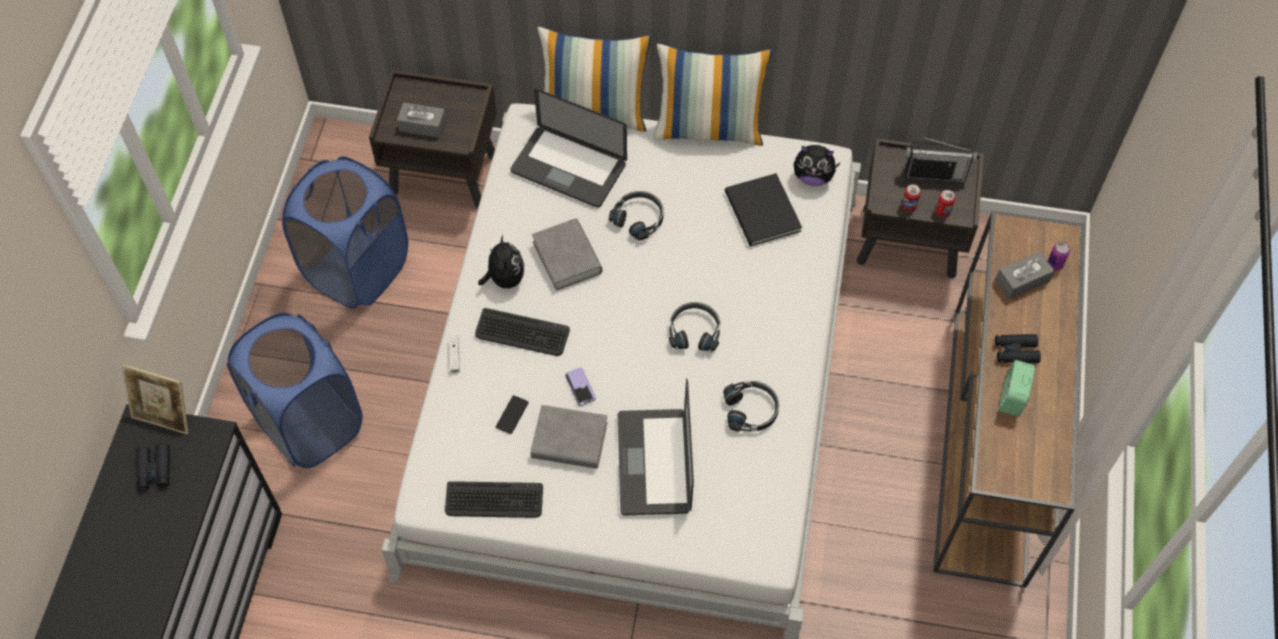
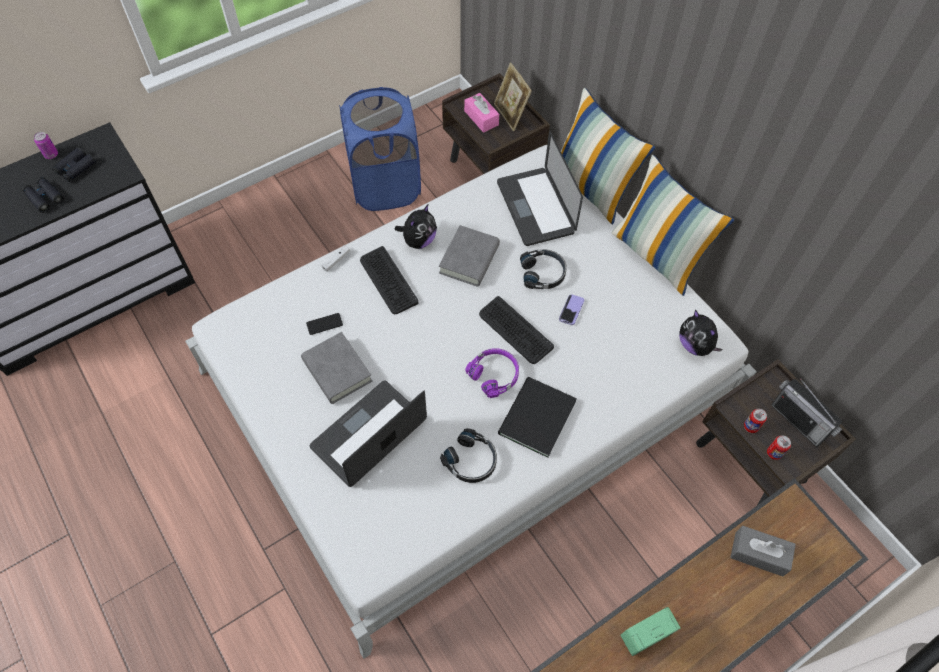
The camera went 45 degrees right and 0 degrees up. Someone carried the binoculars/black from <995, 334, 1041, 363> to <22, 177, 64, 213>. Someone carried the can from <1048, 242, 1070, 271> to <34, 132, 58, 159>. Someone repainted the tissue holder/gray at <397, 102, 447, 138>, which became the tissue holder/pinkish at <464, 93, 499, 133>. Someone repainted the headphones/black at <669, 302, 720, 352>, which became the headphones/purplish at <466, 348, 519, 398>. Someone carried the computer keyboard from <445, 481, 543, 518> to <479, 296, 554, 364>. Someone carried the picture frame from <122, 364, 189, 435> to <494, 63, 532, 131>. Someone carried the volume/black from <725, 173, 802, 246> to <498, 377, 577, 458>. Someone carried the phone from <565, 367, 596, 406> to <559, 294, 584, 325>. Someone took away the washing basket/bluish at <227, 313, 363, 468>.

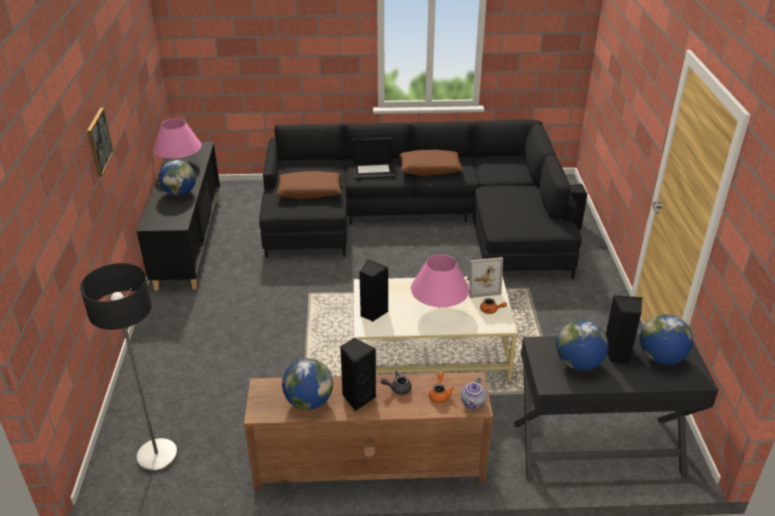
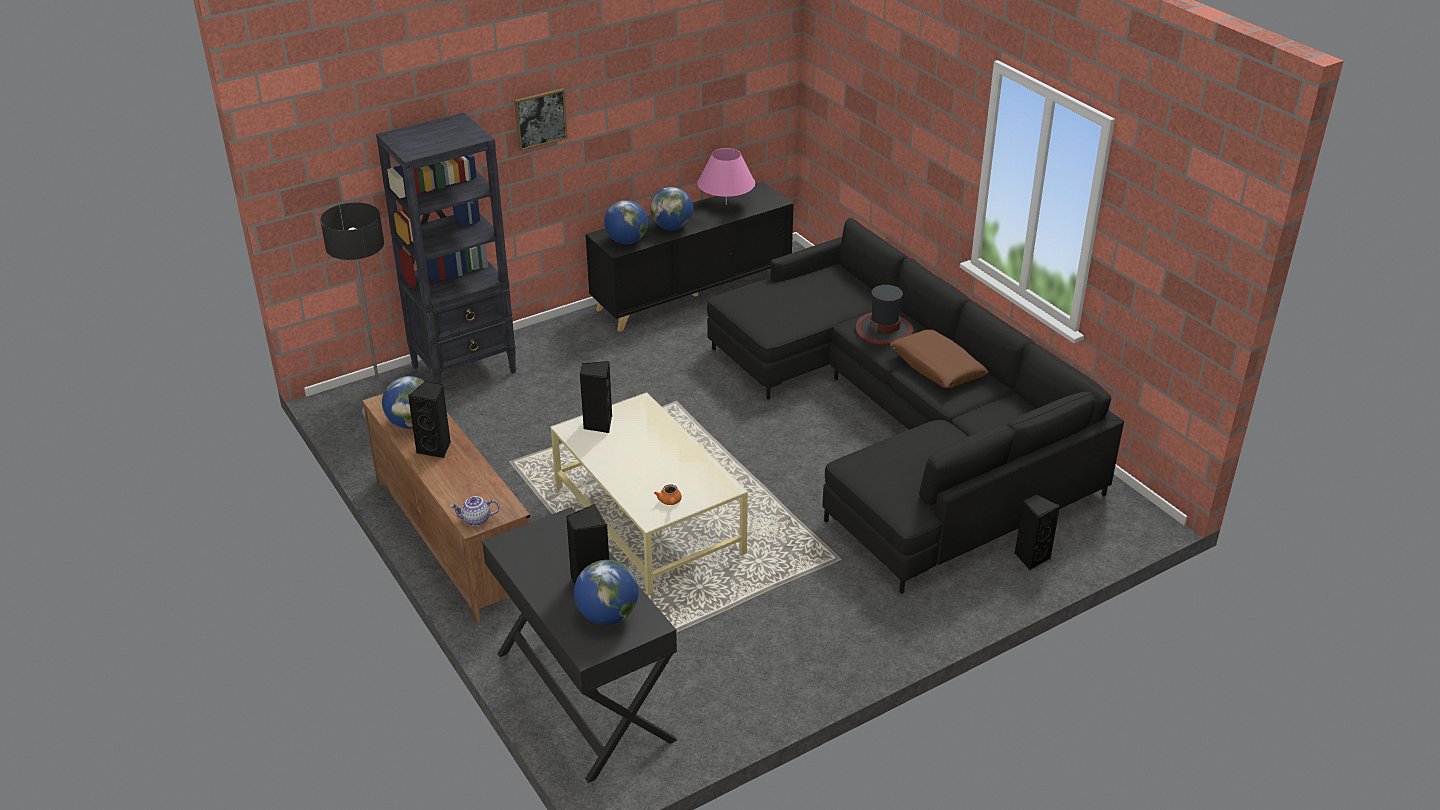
The camera went 60 degrees right and 0 degrees up. Someone put down the bookshelf/black at <376, 113, 516, 384>. Someone carried the world globe from <556, 320, 608, 371> to <604, 200, 648, 244>. Someone swapped the laptop at <352, 138, 395, 179> for the hat at <855, 285, 914, 345>. Someone took away the cushion/brownish at <276, 171, 342, 199>. Someone took away the pot for tea/gray at <381, 371, 412, 395>. Someone took away the table lamp/pinkish at <411, 254, 469, 308>. Someone took away the pot for tea/orange-coloured at <429, 372, 454, 403>. Someone took away the picture frame at <466, 257, 503, 298>.

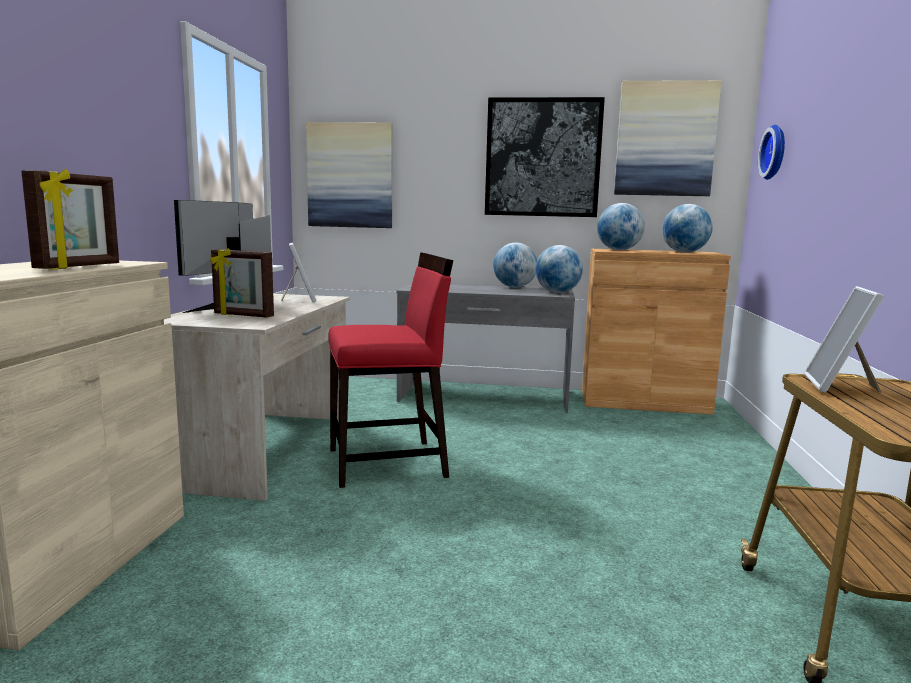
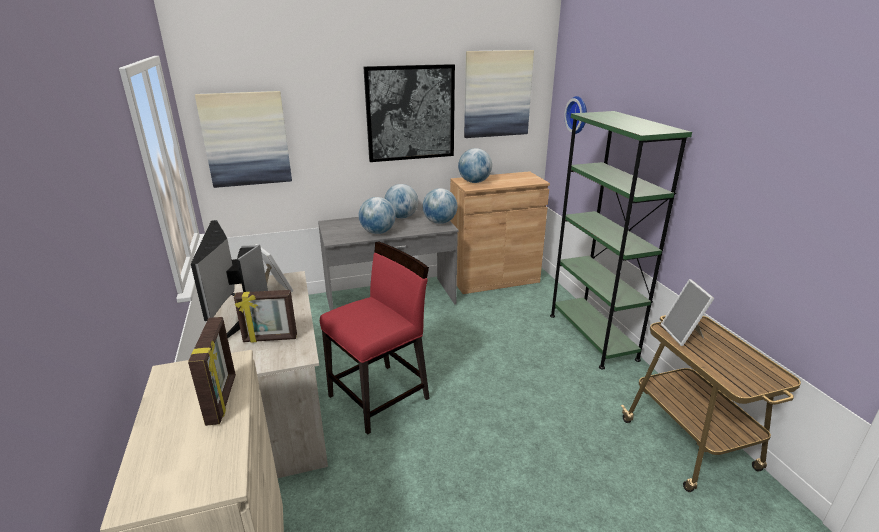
The camera went 25 degrees left and 15 degrees up. Someone carried the world globe from <662, 204, 713, 253> to <359, 197, 396, 234>. Someone put down the bookshelf/greenish at <550, 111, 692, 370>.

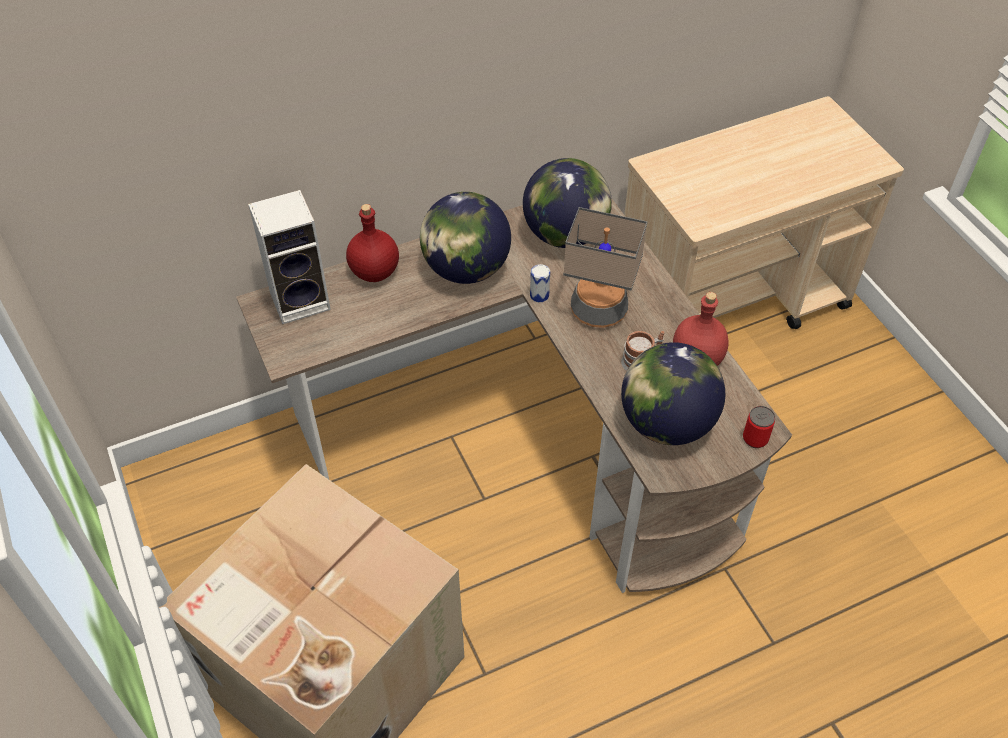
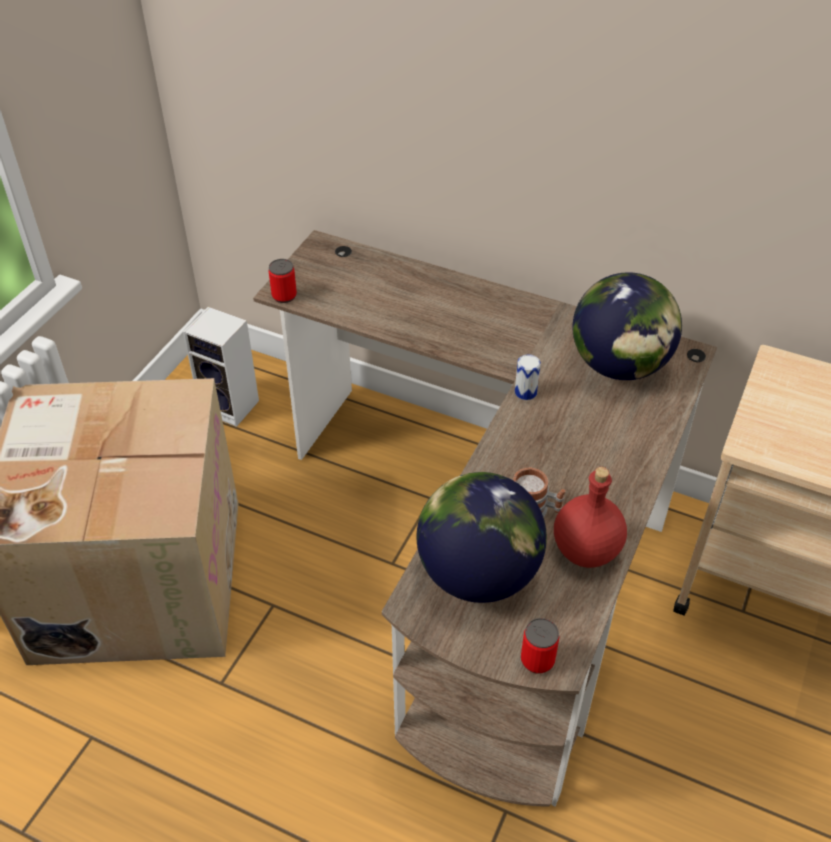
The camera went 50 degrees right and 5 degrees down. Someone carried the loudspeaker from <248, 190, 331, 325> to <183, 307, 259, 427>. Someone put down the can at <269, 259, 297, 303>. Someone took away the bottle/red-coloured at <346, 204, 399, 282>. Someone took away the world globe at <420, 192, 511, 284>. Someone took away the table lamp at <563, 207, 648, 328>.

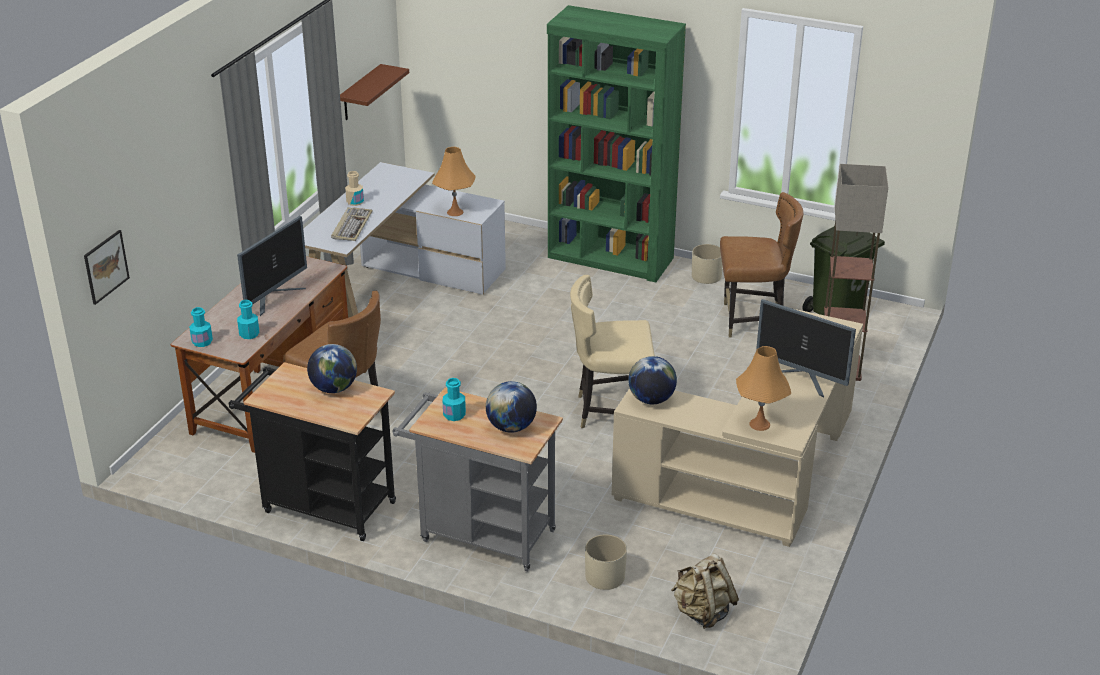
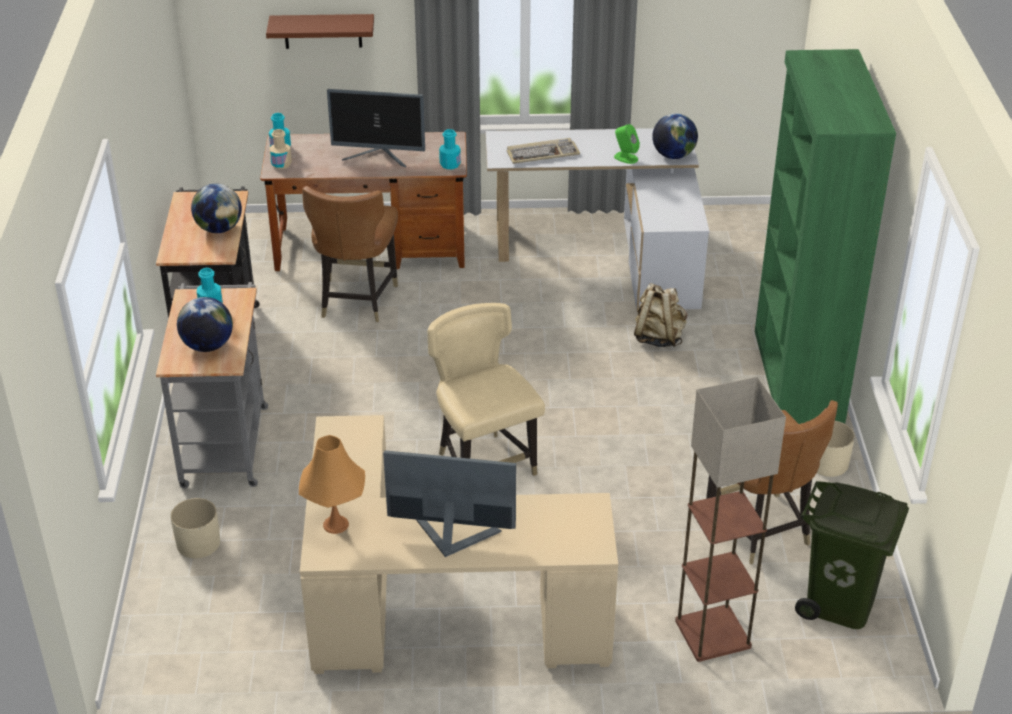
The camera went 65 degrees right and 5 degrees up. Someone carried the shelf/brownish from <340, 64, 409, 120> to <266, 14, 374, 49>. Someone carried the bottle/beige from <345, 171, 364, 206> to <269, 129, 292, 169>. Someone rotated the computer screen at <756, 299, 856, 397> by 90 degrees clockwise. Someone carried the bottle/turquoise-coloured from <237, 300, 259, 339> to <439, 129, 461, 169>. Someone put down the loudspeaker/greenish at <614, 124, 640, 164>. Someone carried the rucksack/beige from <671, 553, 739, 629> to <634, 283, 687, 347>. Someone carried the world globe from <628, 356, 677, 404> to <652, 113, 698, 159>. Someone took away the wall art at <84, 230, 130, 305>. Someone took away the table lamp/orange-coloured at <432, 147, 476, 216>.

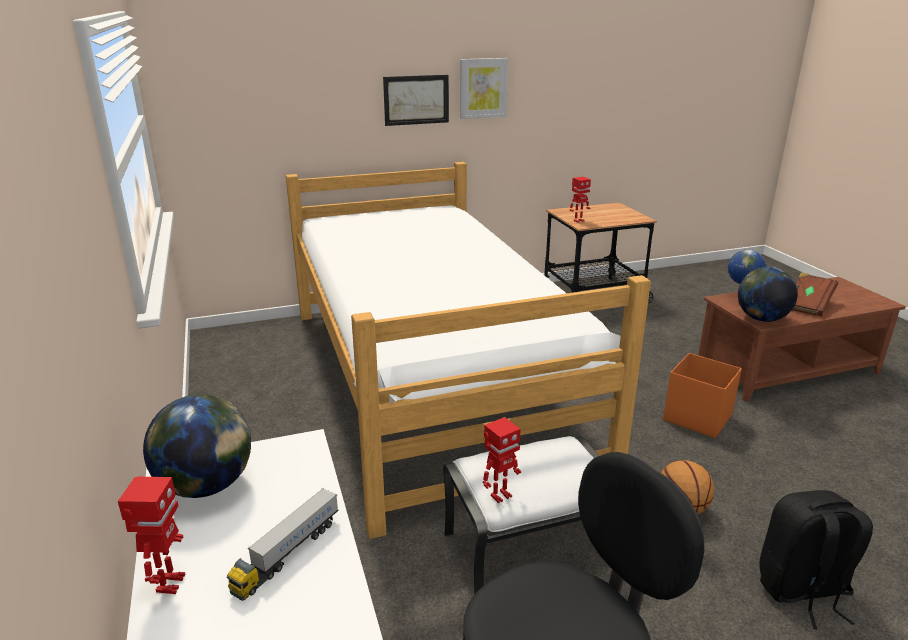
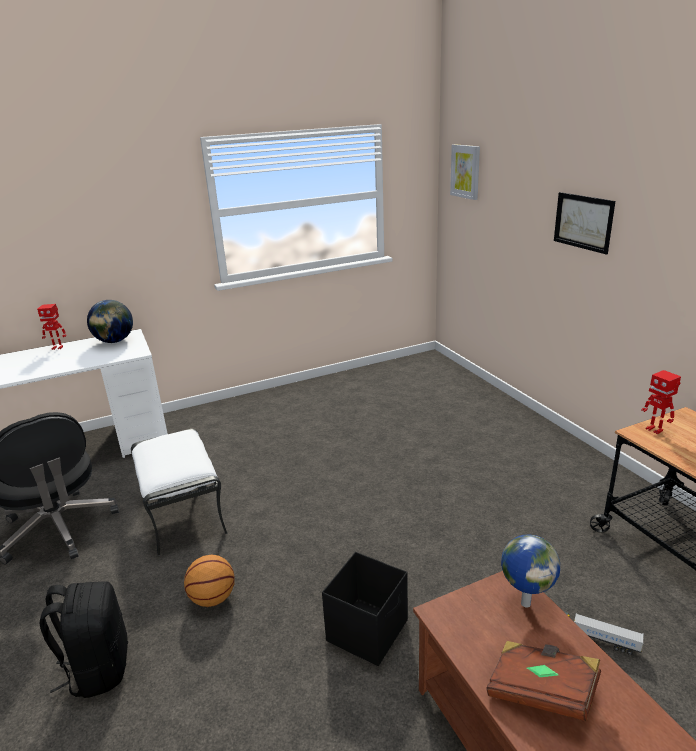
The camera went 85 degrees right and 0 degrees up. Someone repainted the storage bin/orange-coloured at <663, 353, 742, 438>, which became the storage bin/black at <322, 552, 408, 666>. Someone carried the wall art from <460, 58, 508, 119> to <450, 144, 480, 200>. Someone carried the toy lorry from <227, 488, 338, 601> to <564, 612, 644, 655>. Someone took away the bedroom bed at <286, 162, 651, 539>. Someone took away the model robot at <483, 417, 521, 504>. Someone took away the world globe at <738, 267, 798, 322>.

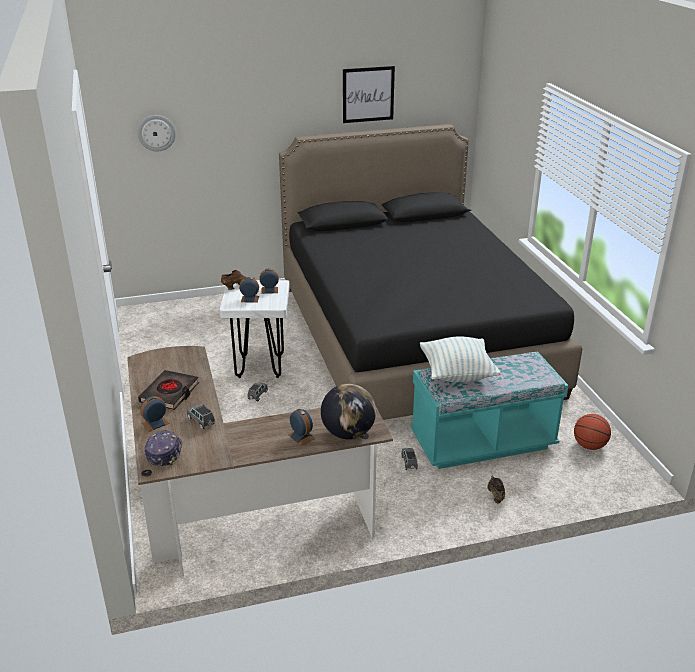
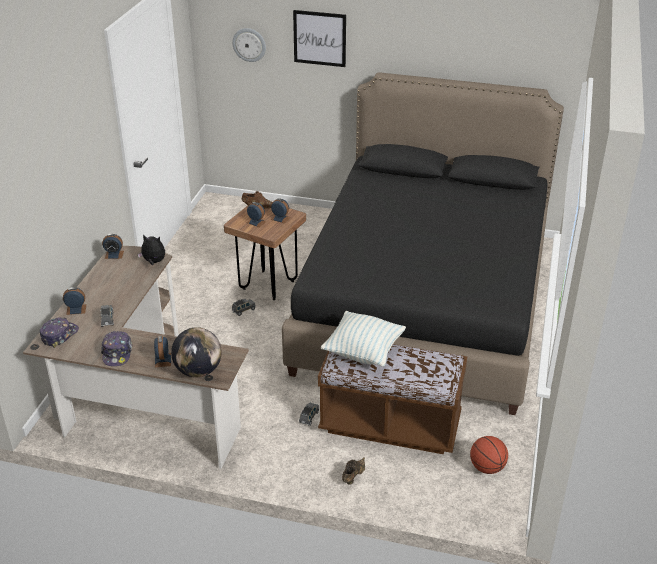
The camera went 30 degrees right and 5 degrees up. Someone put down the cap at <101, 331, 132, 366>. Someone put down the bedside clock at <102, 234, 124, 259>. Someone put down the cuddly toy at <137, 234, 165, 265>. Someone repainted the stool/white-coloured at <219, 280, 290, 378>, which became the stool/brownish at <224, 205, 306, 300>. Someone carried the wall art from <343, 66, 395, 123> to <293, 10, 346, 67>. Someone repainted the long seat/turquoise-coloured at <411, 351, 569, 469>, which became the long seat/brownish at <318, 344, 467, 454>. Someone took away the volume/black at <138, 370, 199, 410>.

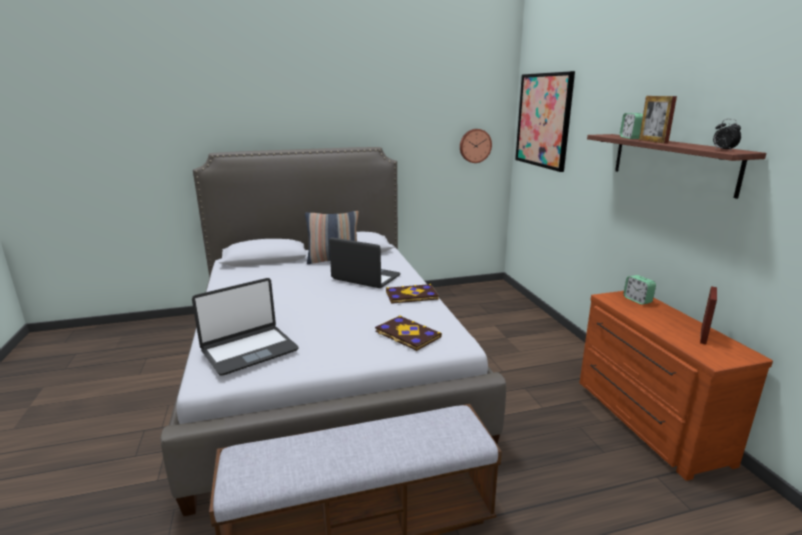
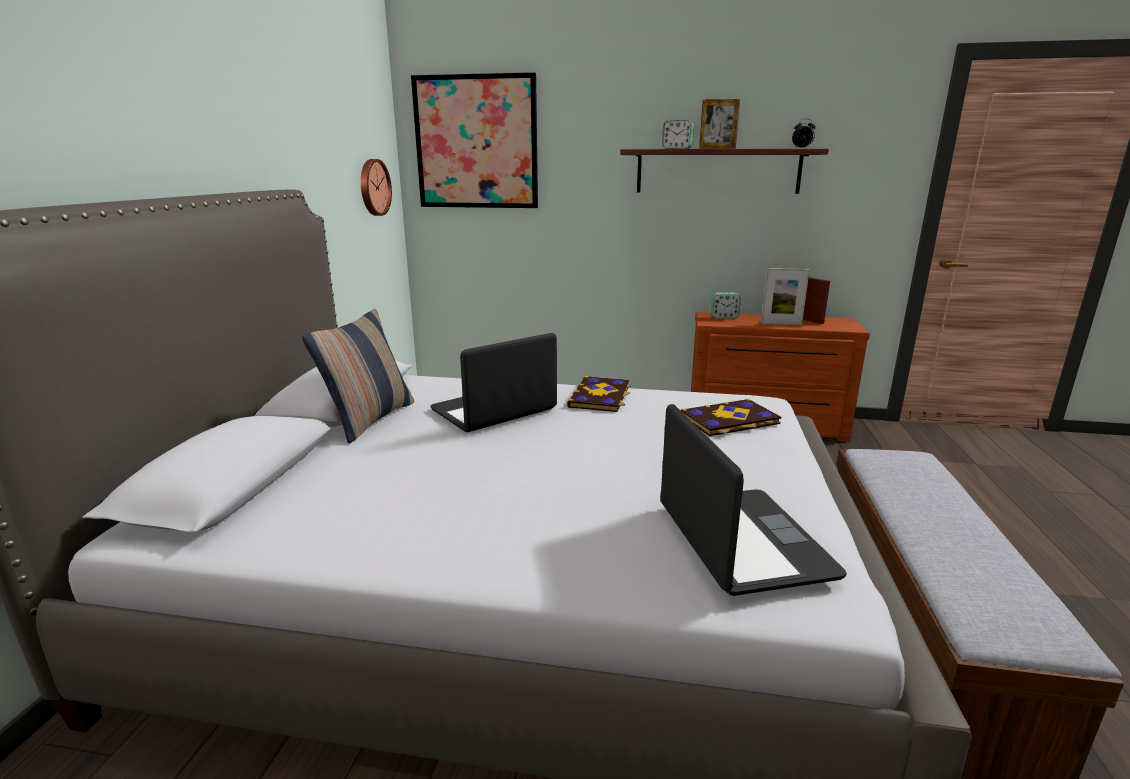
The camera went 65 degrees left and 0 degrees up. Someone put down the picture frame at <761, 268, 810, 325>.

